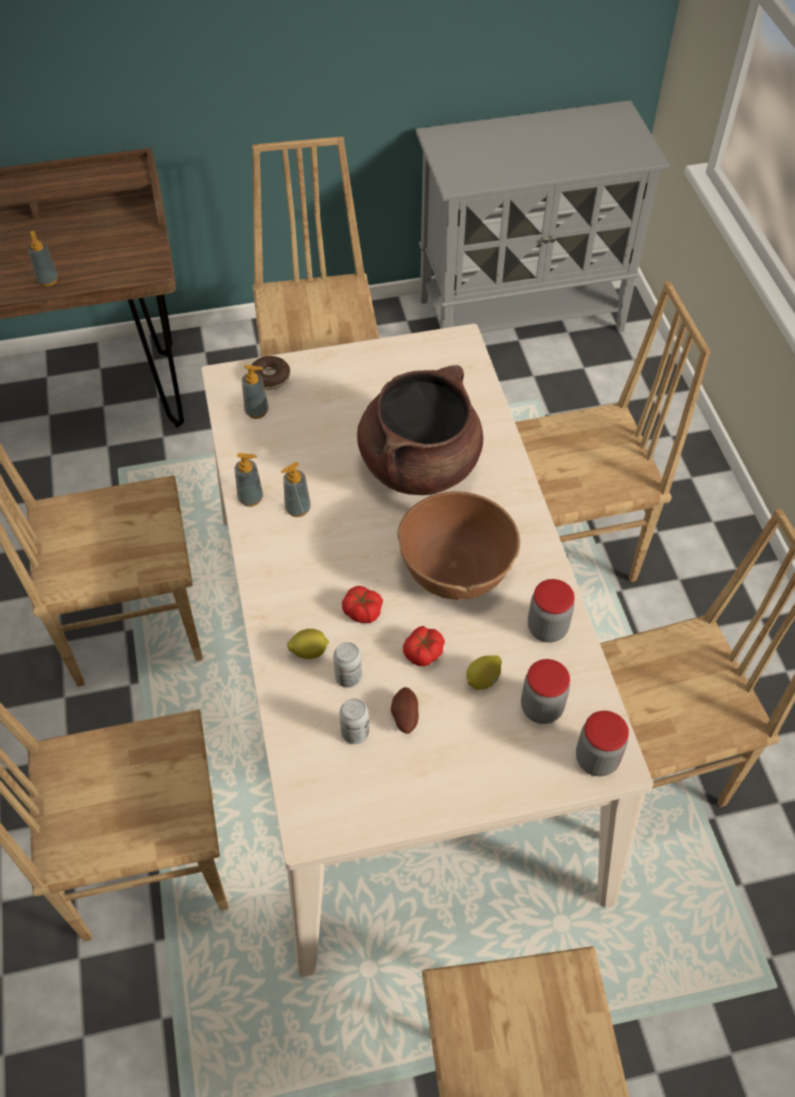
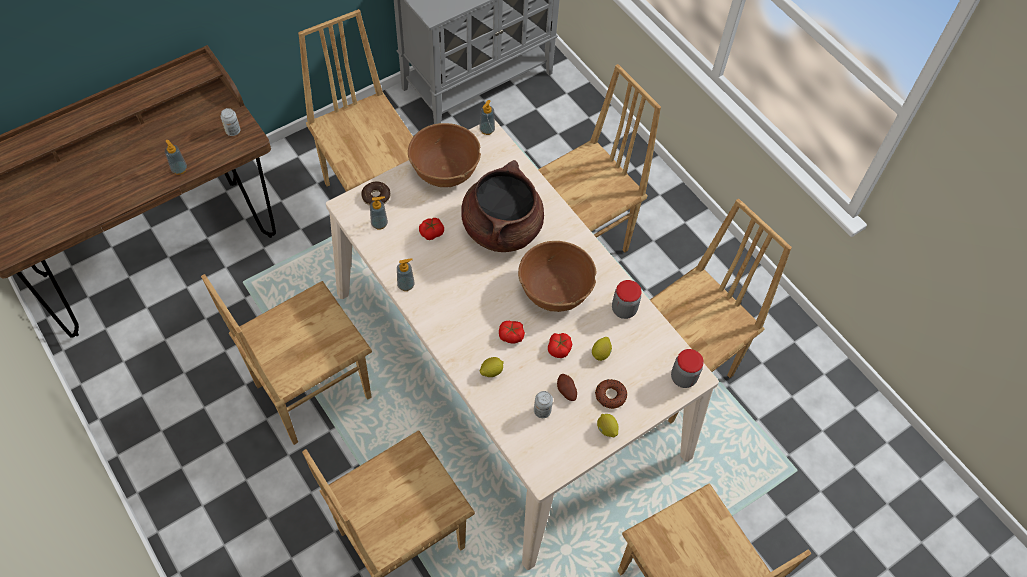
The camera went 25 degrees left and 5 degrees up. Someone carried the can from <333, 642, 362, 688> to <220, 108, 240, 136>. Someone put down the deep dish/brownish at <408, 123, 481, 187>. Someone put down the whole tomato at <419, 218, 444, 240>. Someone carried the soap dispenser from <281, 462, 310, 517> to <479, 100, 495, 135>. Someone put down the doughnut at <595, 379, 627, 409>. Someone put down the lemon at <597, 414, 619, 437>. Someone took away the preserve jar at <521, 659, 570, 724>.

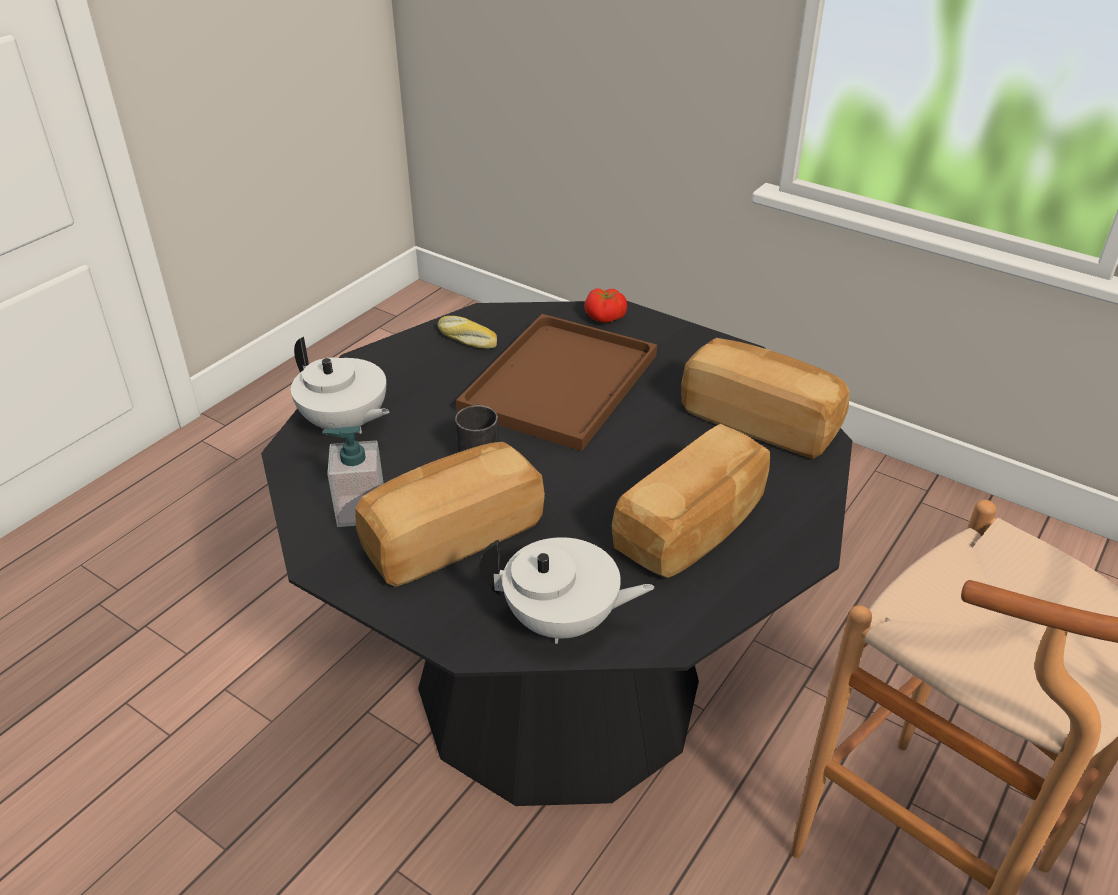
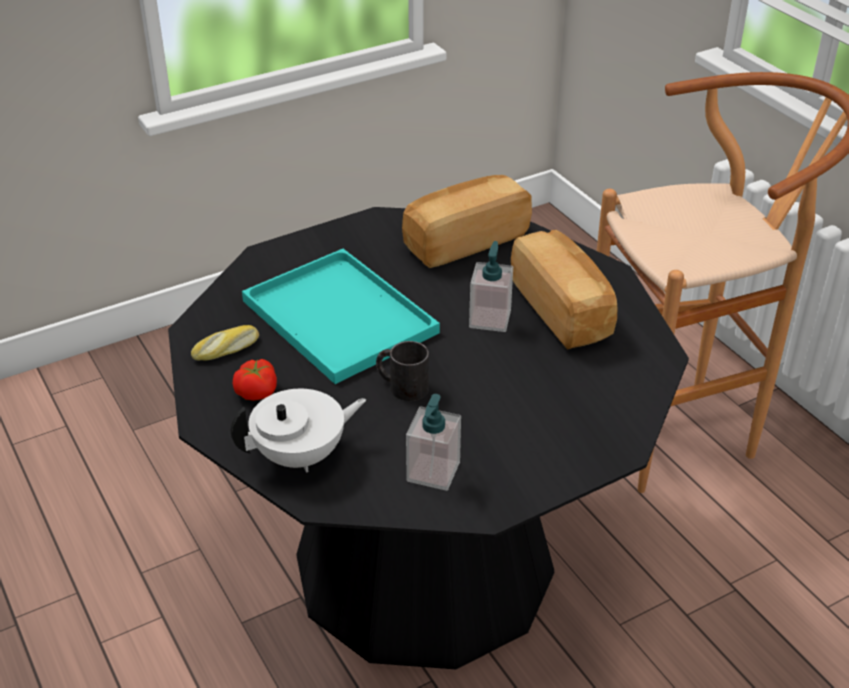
The camera went 65 degrees left and 0 degrees up. Someone carried the whole tomato from <584, 288, 627, 323> to <233, 359, 277, 401>. Someone repainted the serving tray/brownish at <456, 314, 657, 451>, which became the serving tray/turquoise-coloured at <242, 249, 440, 384>. Someone put down the soap dispenser at <469, 241, 513, 332>. Someone took away the bread at <355, 442, 545, 587>. Someone took away the pot for tea/white-coloured at <479, 537, 654, 644>.

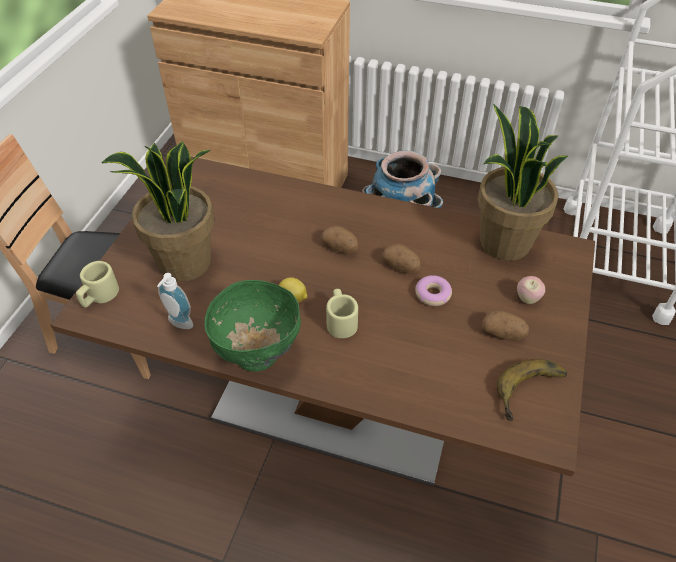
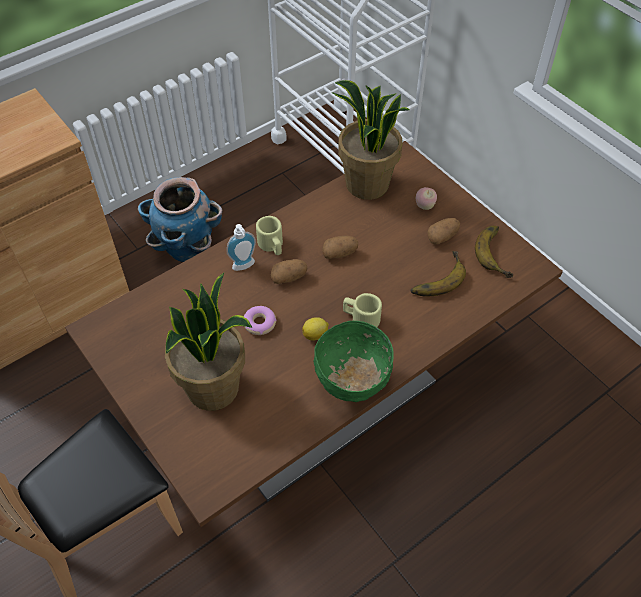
The camera went 55 degrees left and 5 degrees up. Someone carried the soap dispenser from <157, 273, 193, 329> to <226, 224, 256, 271>. Someone carried the doughnut from <415, 275, 452, 306> to <244, 306, 277, 335>. Someone carried the mug/beige from <76, 261, 119, 307> to <256, 216, 283, 255>. Someone put down the whole banana at <411, 251, 466, 296>.

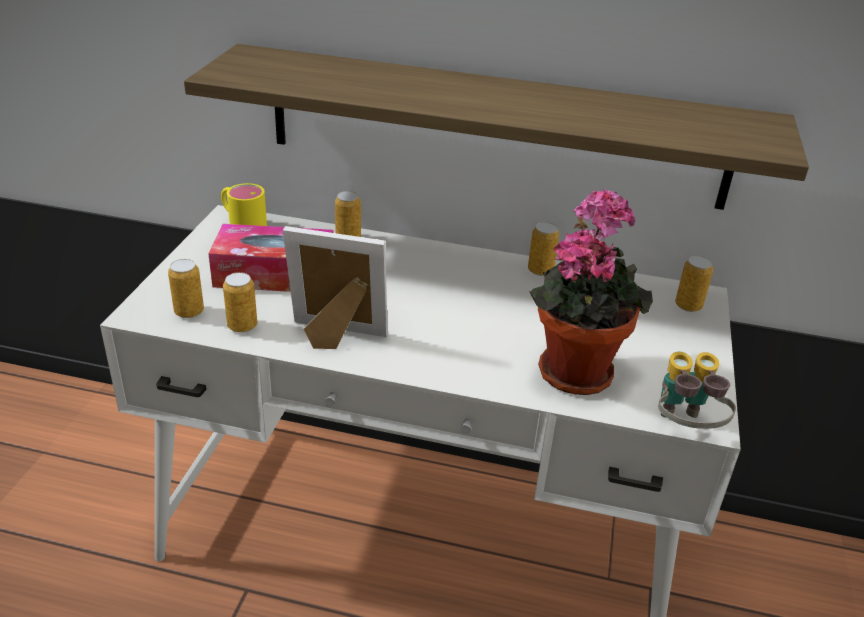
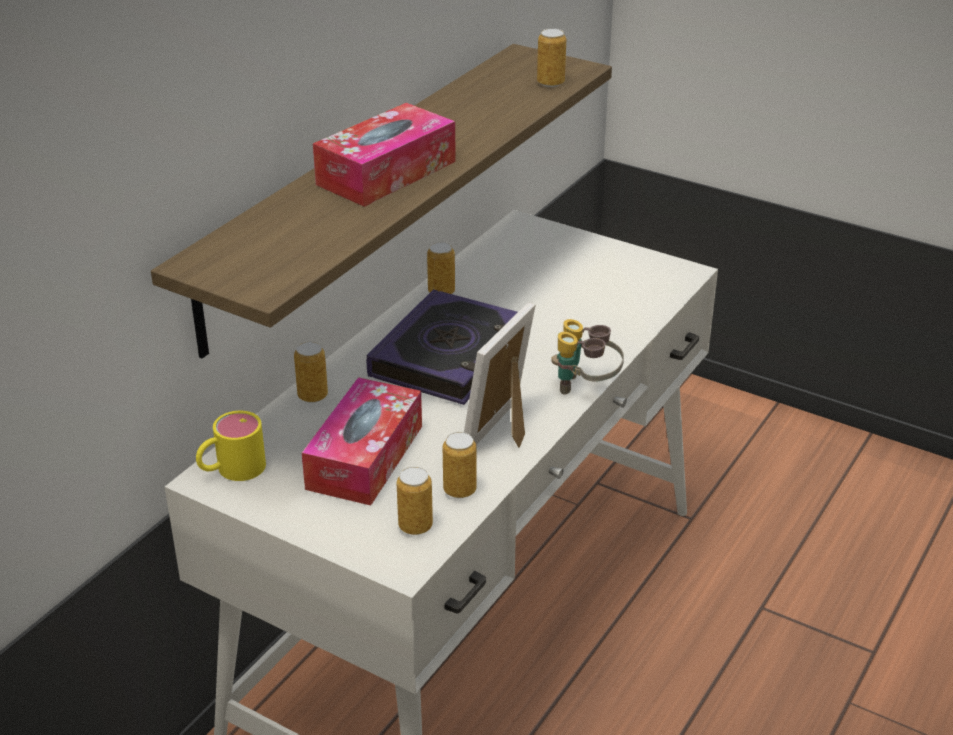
The camera went 70 degrees left and 0 degrees up. Someone put down the tissue holder at <313, 103, 456, 207>. Someone put down the volume at <366, 289, 518, 405>. Someone carried the can from <675, 256, 713, 312> to <537, 28, 566, 87>. Someone carried the binoculars from <658, 352, 736, 429> to <551, 319, 624, 395>. Someone took away the potted plant at <530, 188, 653, 395>.

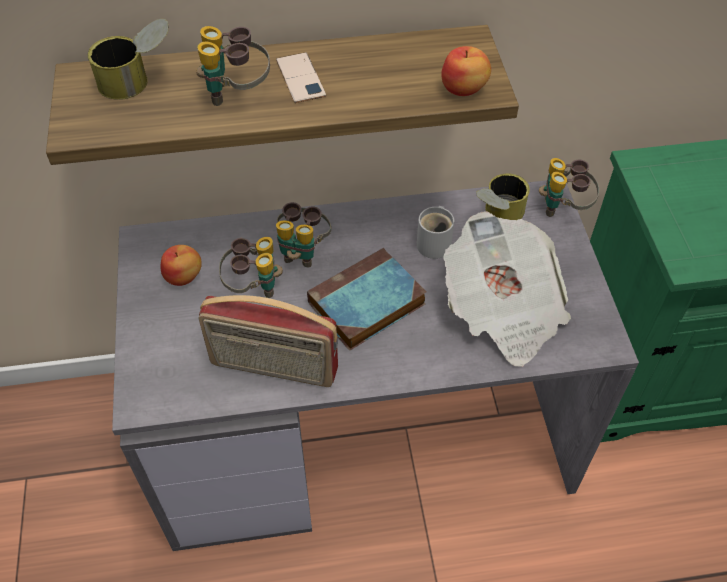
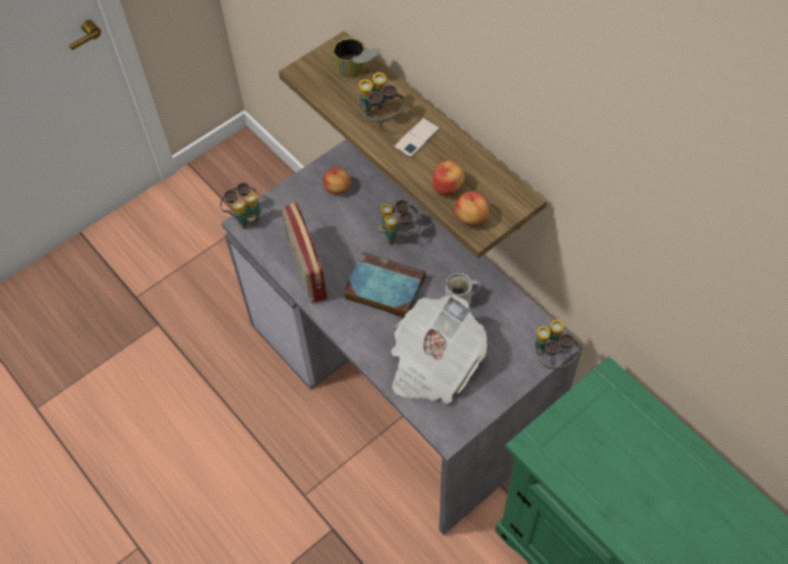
The camera went 60 degrees right and 5 degrees up. Someone carried the binoculars from <219, 237, 283, 298> to <220, 182, 260, 229>. Someone put down the apple at <432, 161, 465, 196>. Someone took away the can at <476, 173, 530, 220>.

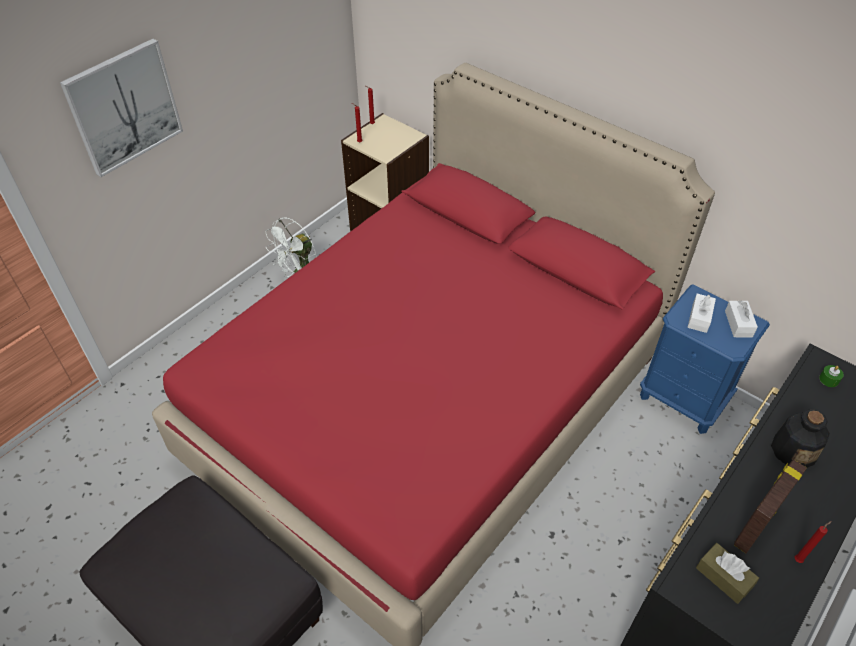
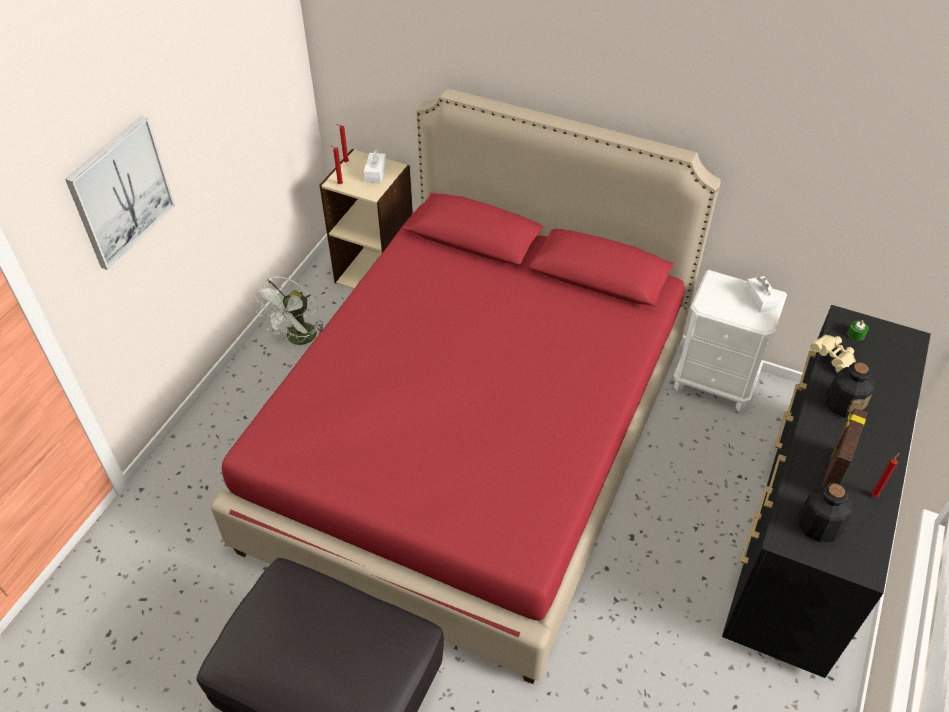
The camera went 15 degrees left and 0 degrees up. Someone carried the tissue holder/white-coloured from <687, 294, 716, 333> to <364, 150, 386, 183>. Someone repainted the bedside table/bluish at <640, 285, 770, 434>, which became the bedside table/white-coloured at <673, 270, 787, 412>. Someone swapped the tissue holder/brownish at <696, 543, 759, 604> for the bottle at <798, 483, 851, 542>. Someone put down the binoculars/beige at <810, 335, 856, 373>.

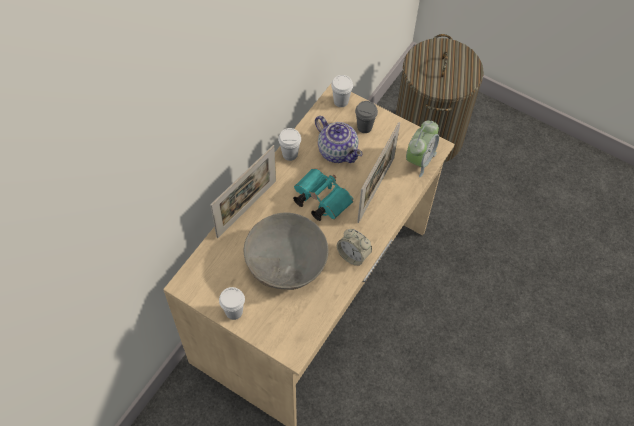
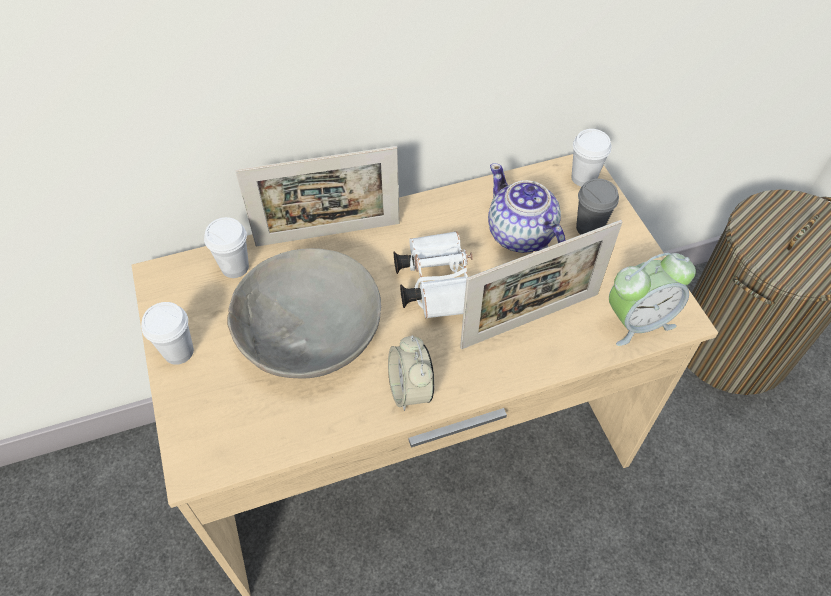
The camera went 40 degrees right and 5 degrees down. Someone carried the cup/white-coloured from <278, 128, 301, 161> to <204, 217, 249, 278>. Someone repainted the binoculars/turquoise-coloured at <293, 168, 353, 221>, which became the binoculars/white-coloured at <394, 231, 473, 319>. Someone rotated the pot for tea at <315, 116, 362, 163> by 150 degrees clockwise.

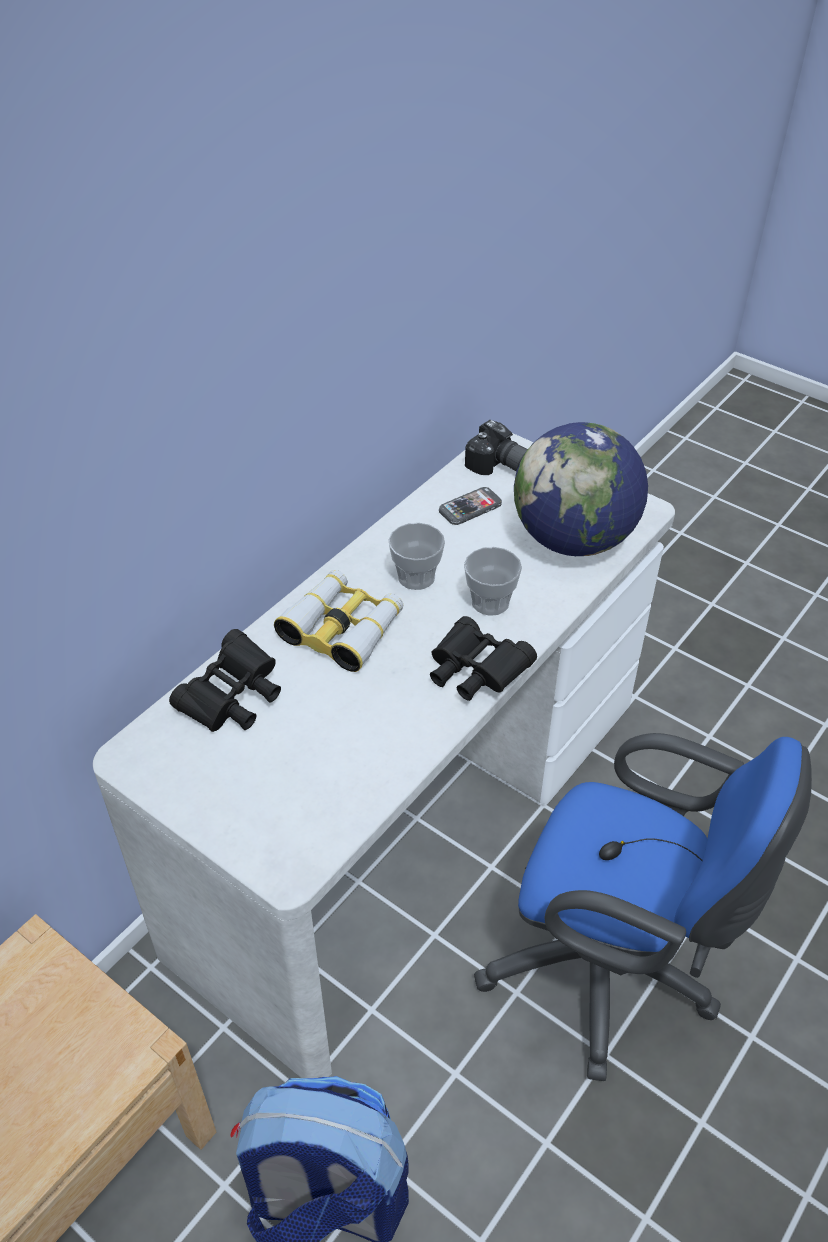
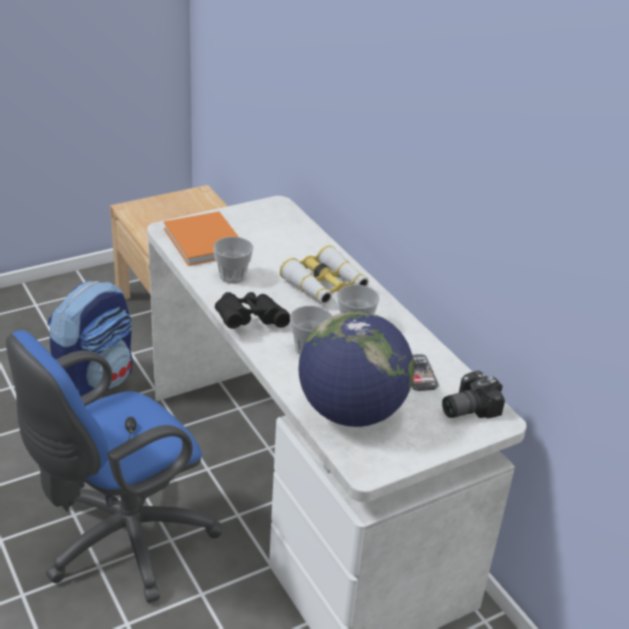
The camera went 110 degrees right and 10 degrees down. Someone put down the volume/orange-coloured at <163, 211, 239, 266>. Someone put down the cup at <213, 236, 253, 284>. Someone took away the binoculars/black at <169, 629, 281, 732>.

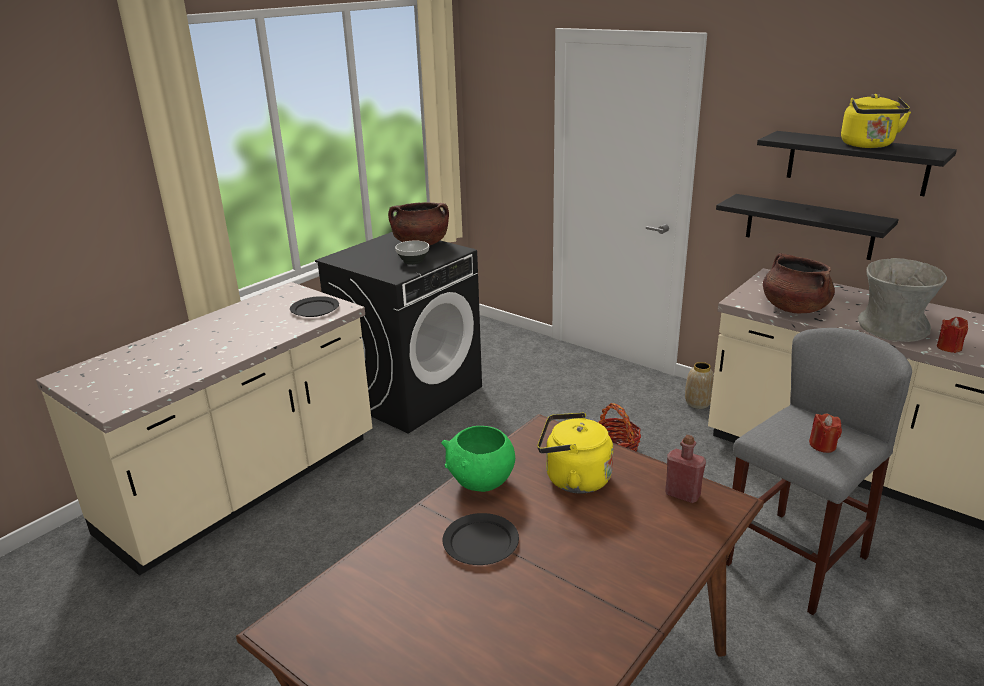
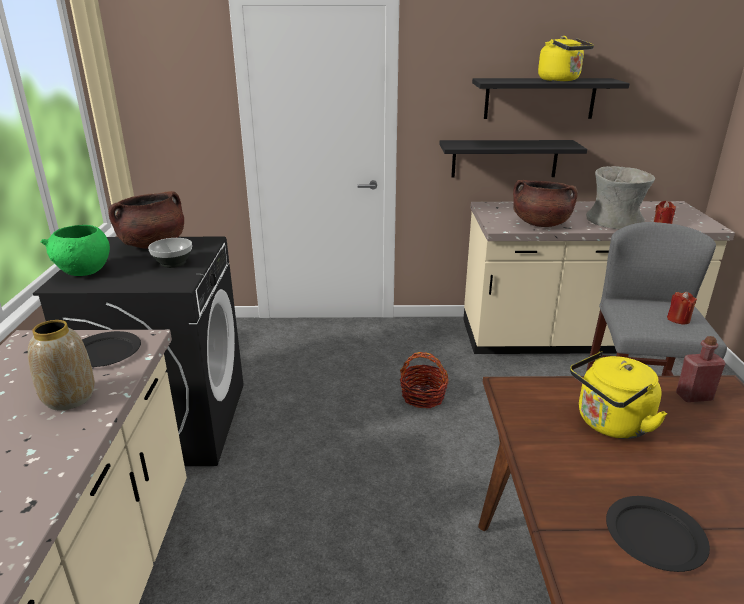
The camera went 40 degrees left and 0 degrees up. Someone carried the flower vase from <685, 362, 714, 409> to <28, 320, 95, 410>. Someone carried the deep dish/greenish from <441, 426, 515, 492> to <41, 225, 110, 276>.

